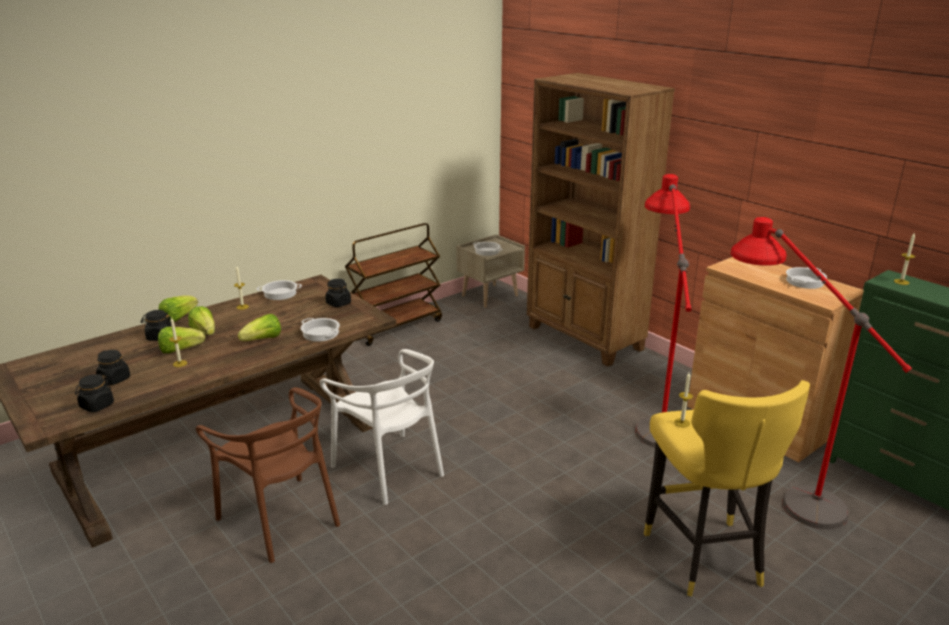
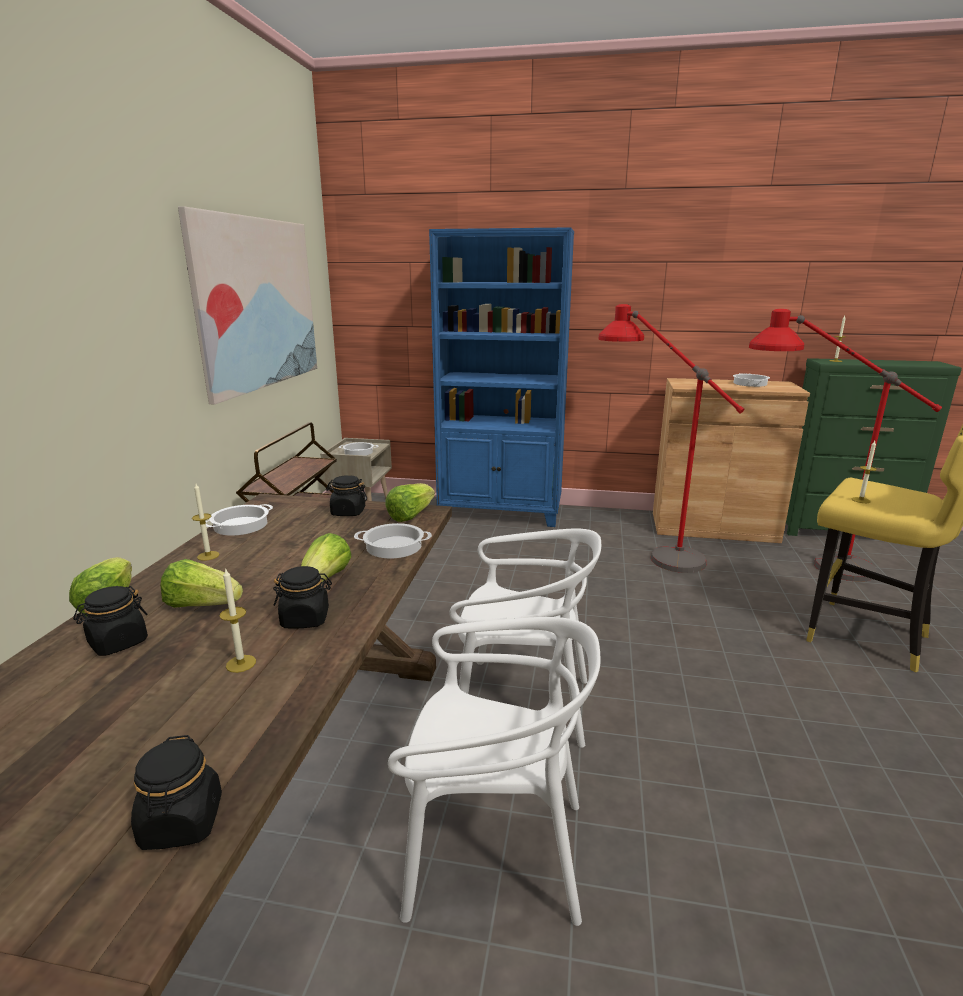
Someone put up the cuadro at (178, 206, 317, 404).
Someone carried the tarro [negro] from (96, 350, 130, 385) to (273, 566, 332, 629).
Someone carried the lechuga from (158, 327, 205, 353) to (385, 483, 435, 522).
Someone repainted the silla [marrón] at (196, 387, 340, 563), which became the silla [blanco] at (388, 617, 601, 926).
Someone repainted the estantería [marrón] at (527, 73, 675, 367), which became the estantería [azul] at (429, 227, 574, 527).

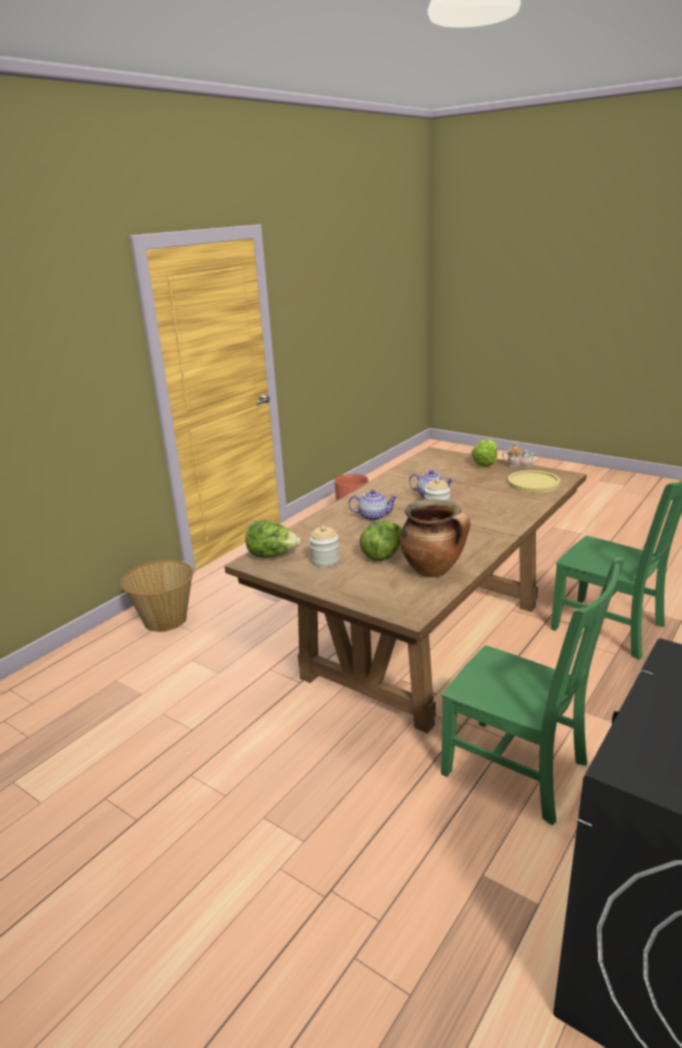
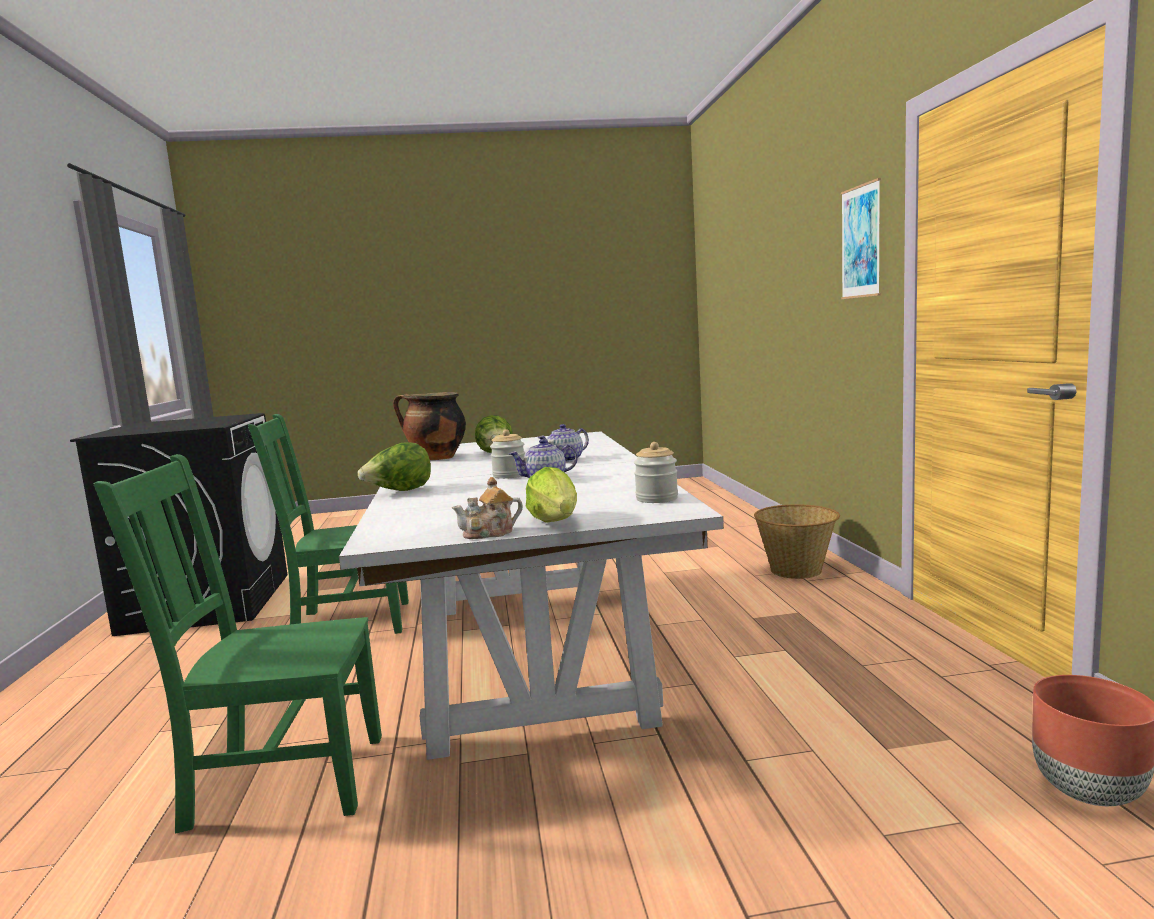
Someone repainted the mesa de comedor [marrón] at (225, 447, 587, 733), which became the mesa de comedor [blanco] at (339, 431, 724, 760).
Someone carried the lechuga from (245, 520, 301, 558) to (358, 442, 431, 491).
Someone carried the tarro from (309, 526, 340, 567) to (634, 442, 678, 503).
Someone put up the cuadro at (841, 178, 881, 299).
Someone took away the plato [amarillo] at (508, 470, 560, 493).

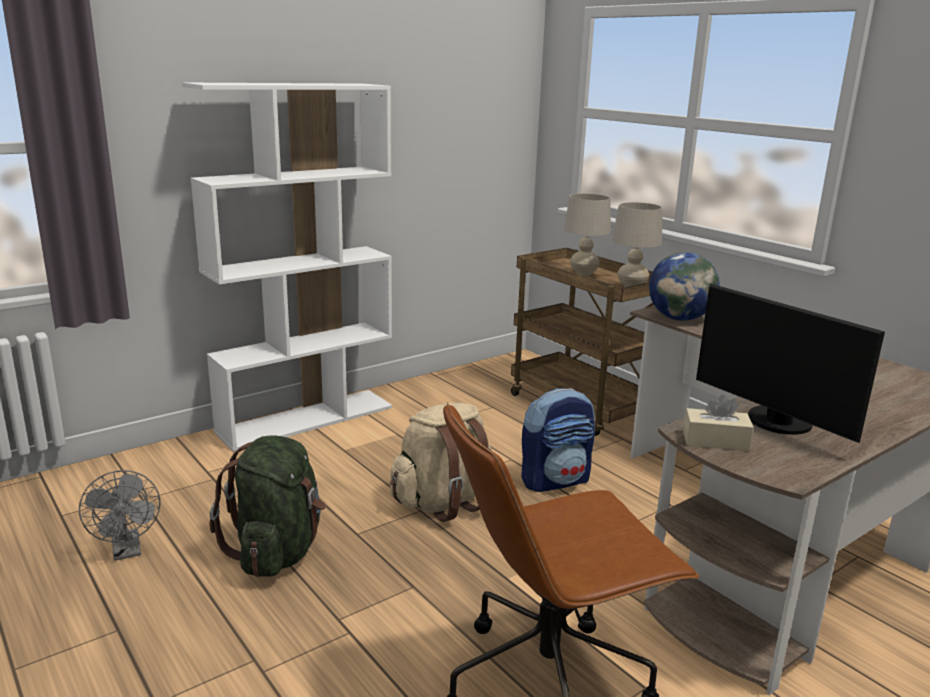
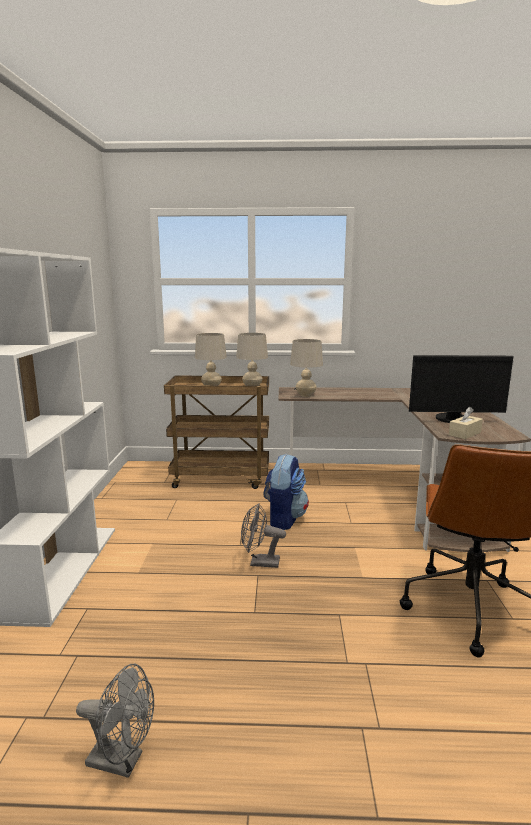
Someone swapped the mochila [beis] at (390, 403, 492, 522) for the ventilador [gris] at (241, 503, 286, 568).
Someone swapped the globo terráqueo at (649, 252, 720, 321) for the lámpara de mesa [beis] at (290, 339, 323, 397).
Someone took away the mochila [verde] at (210, 435, 326, 577).

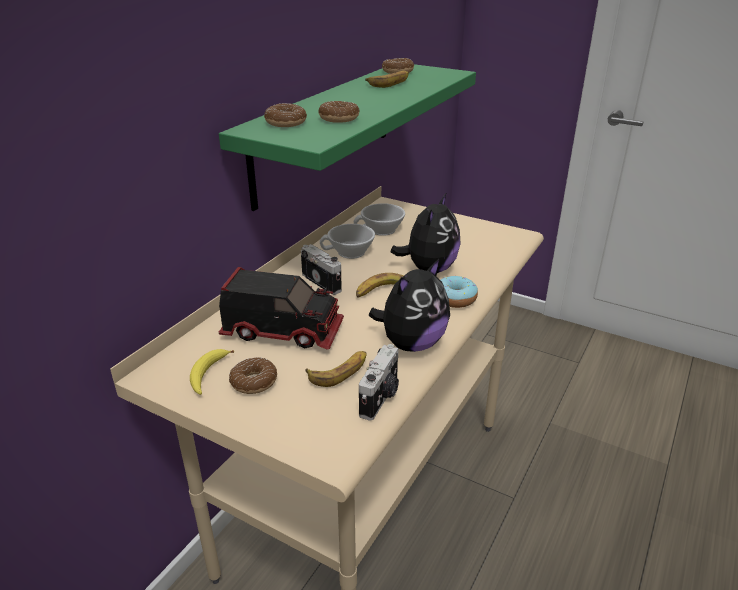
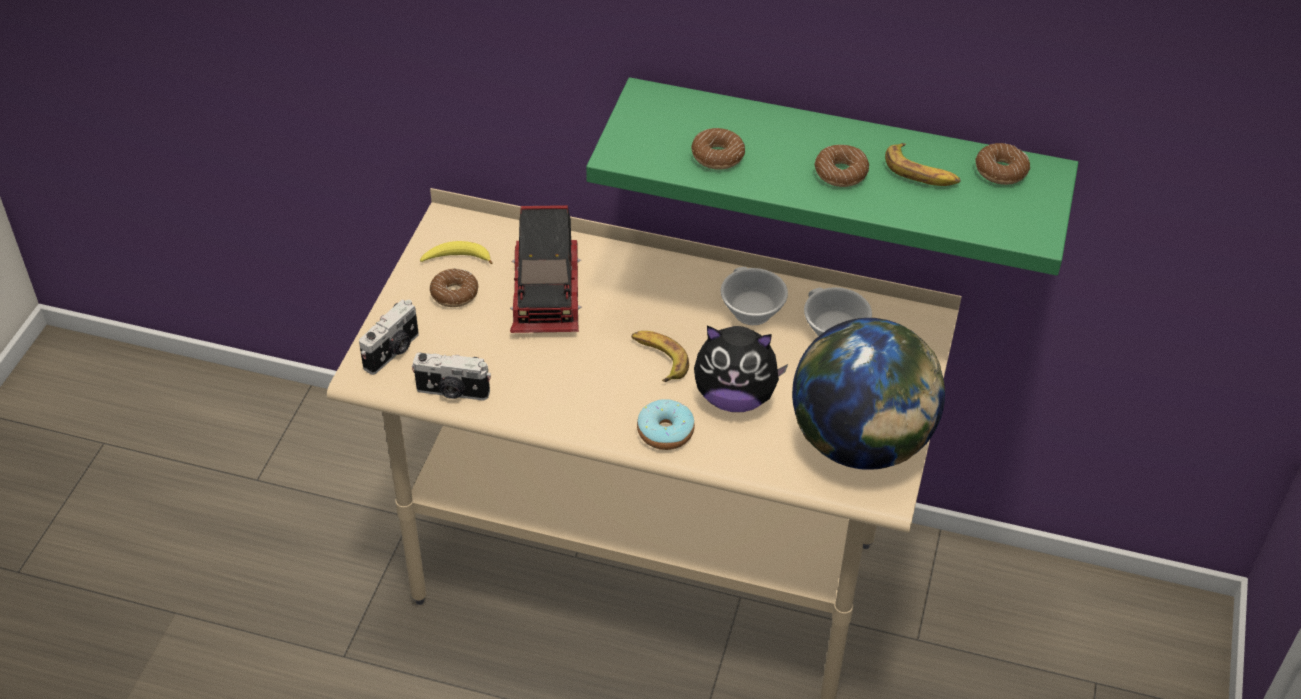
Someone carried the cámara from (301, 244, 342, 295) to (359, 299, 419, 375).
Someone put down the globo terráqueo at (792, 318, 945, 470).
Someone carried the rosquilla from (264, 103, 307, 127) to (814, 145, 869, 187).
Someone took away the plátano at (305, 351, 367, 387).
Someone took away the peluche at (369, 258, 450, 352).

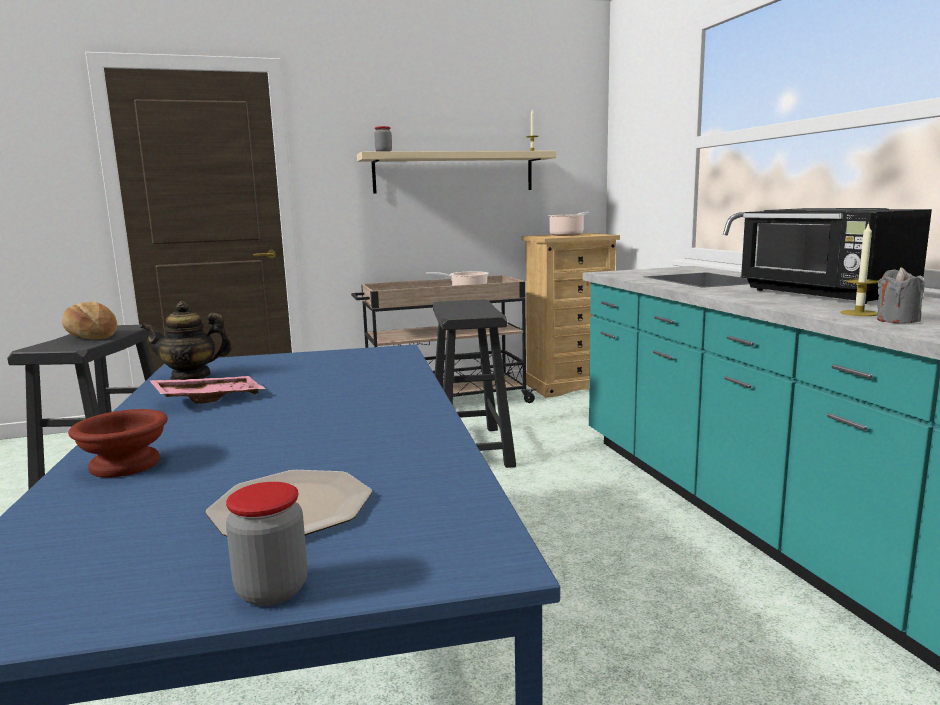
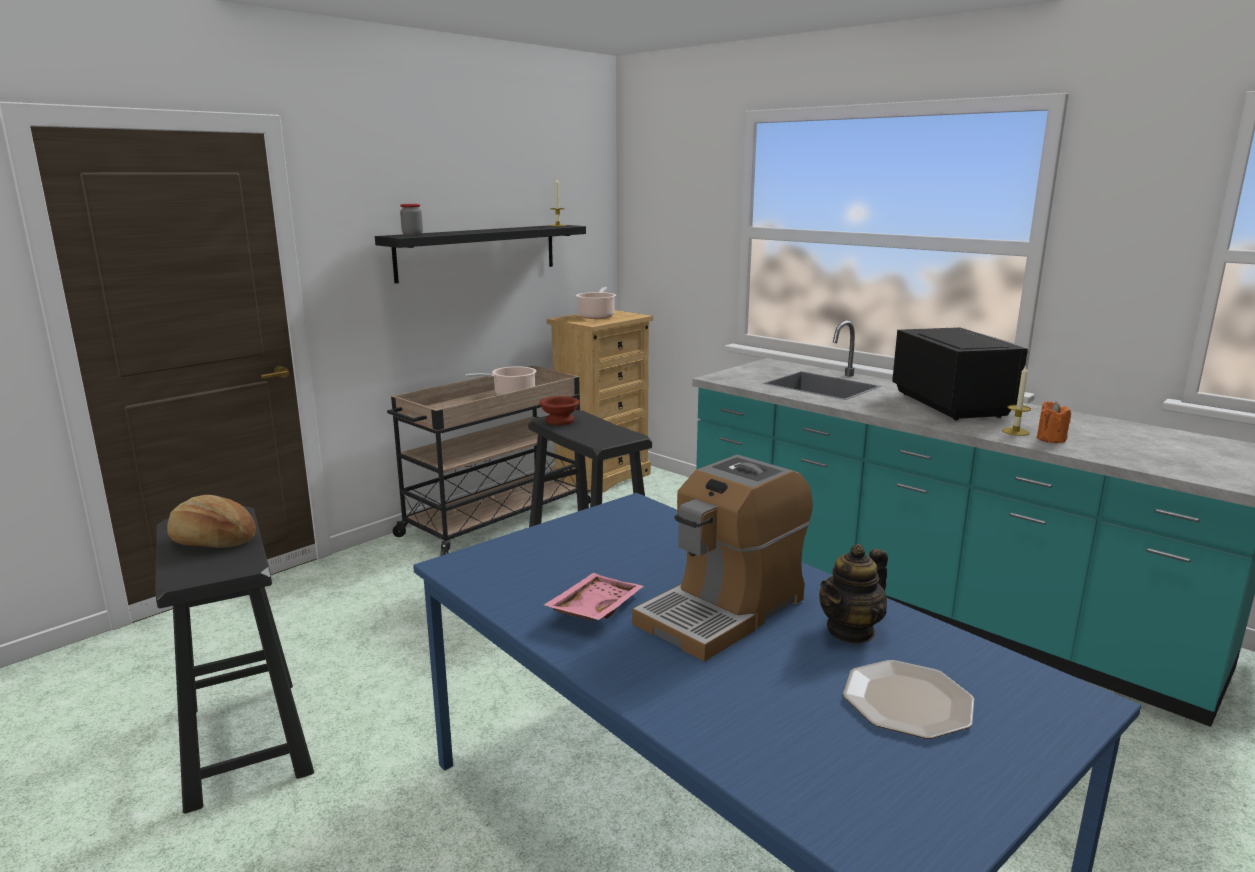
Someone repainted the estante [beis] at (357, 151, 556, 194), which became the estante [negro] at (375, 225, 586, 283).
Someone carried the cuenco [marrón] from (68, 409, 168, 478) to (540, 396, 579, 425).
Someone put down the cafetera at (632, 454, 813, 662).
Someone carried the tetera from (141, 301, 232, 380) to (819, 544, 888, 644).
Someone rotated the microondas [negro] at (741, 208, 932, 304) by 135 degrees counterclockwise.
Someone repainted the vela [gris] at (877, 267, 925, 323), which became the vela [naranja] at (1037, 401, 1071, 443).
Someone took away the tarro at (226, 482, 307, 606).

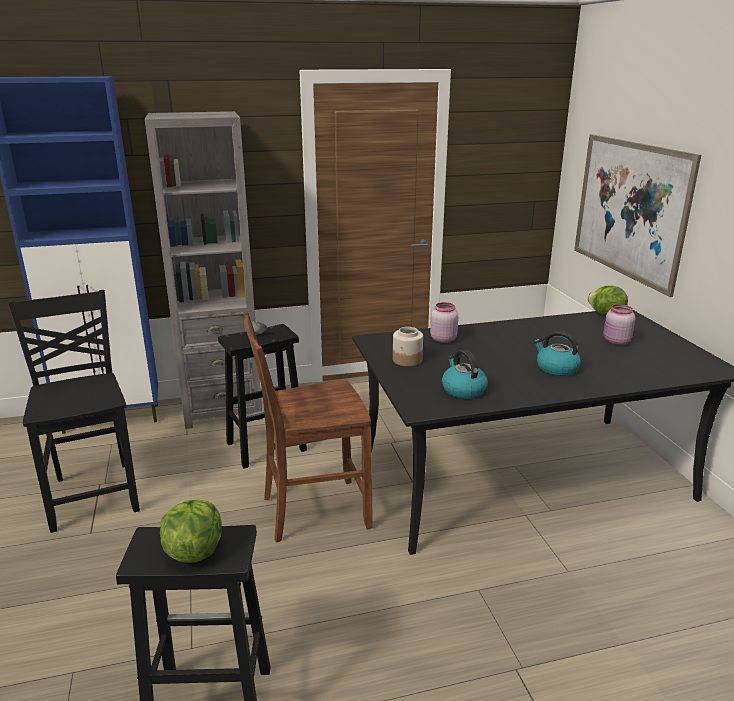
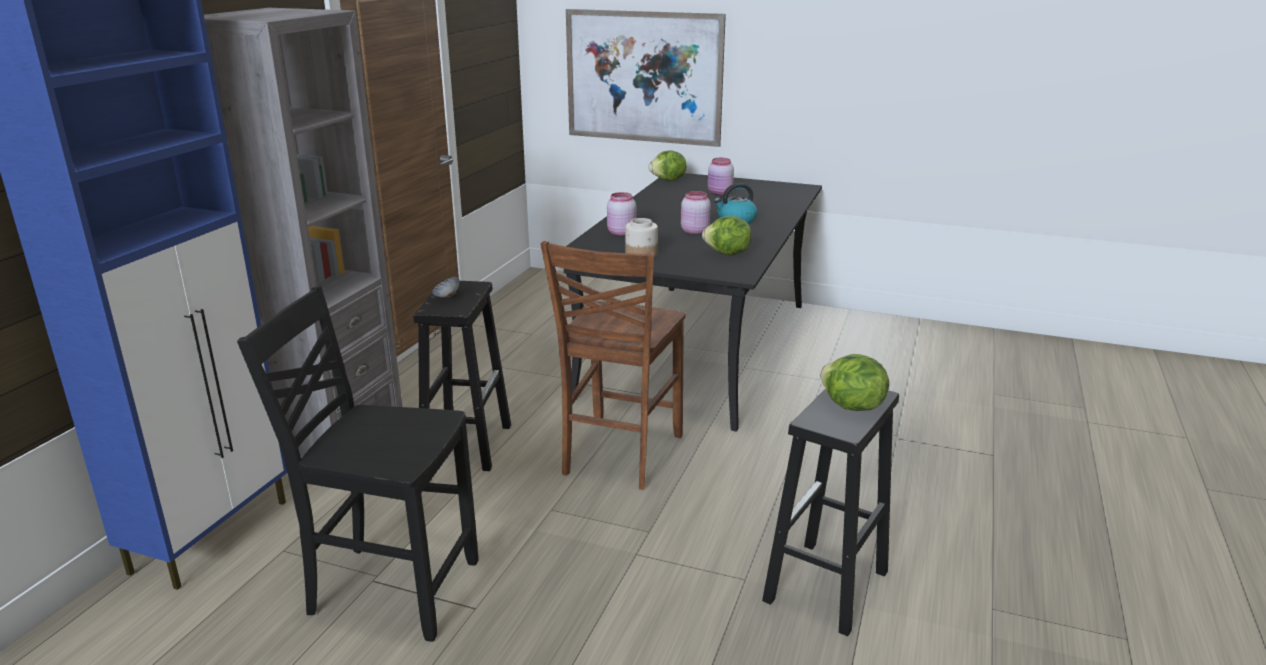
Someone put down the tarro [rosa] at (681, 191, 711, 235).
Someone swapped the hervidor at (442, 350, 488, 399) for the lechuga at (702, 216, 752, 255).

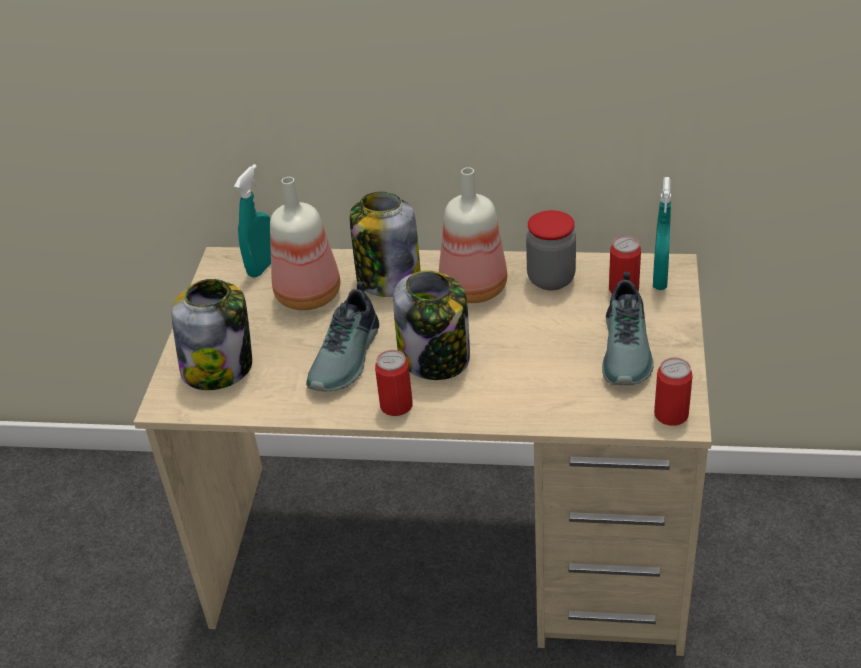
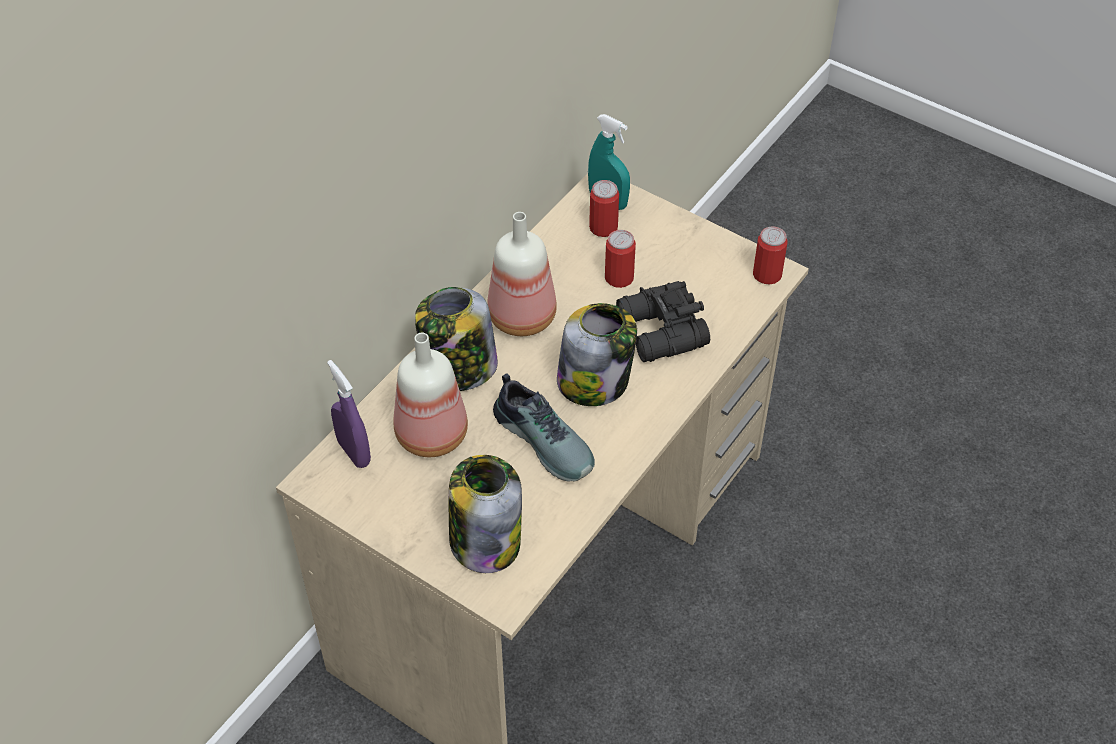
Someone repainted the pulverizador [turquesa] at (234, 164, 271, 278), which became the pulverizador [morado] at (327, 360, 371, 468).
Someone carried the lata from (375, 350, 413, 416) to (605, 230, 636, 288).
Someone put down the prismáticos [negro] at (616, 281, 710, 362).
Someone took away the tarro at (526, 210, 576, 290).
Someone took away the zapato at (602, 272, 654, 385).

